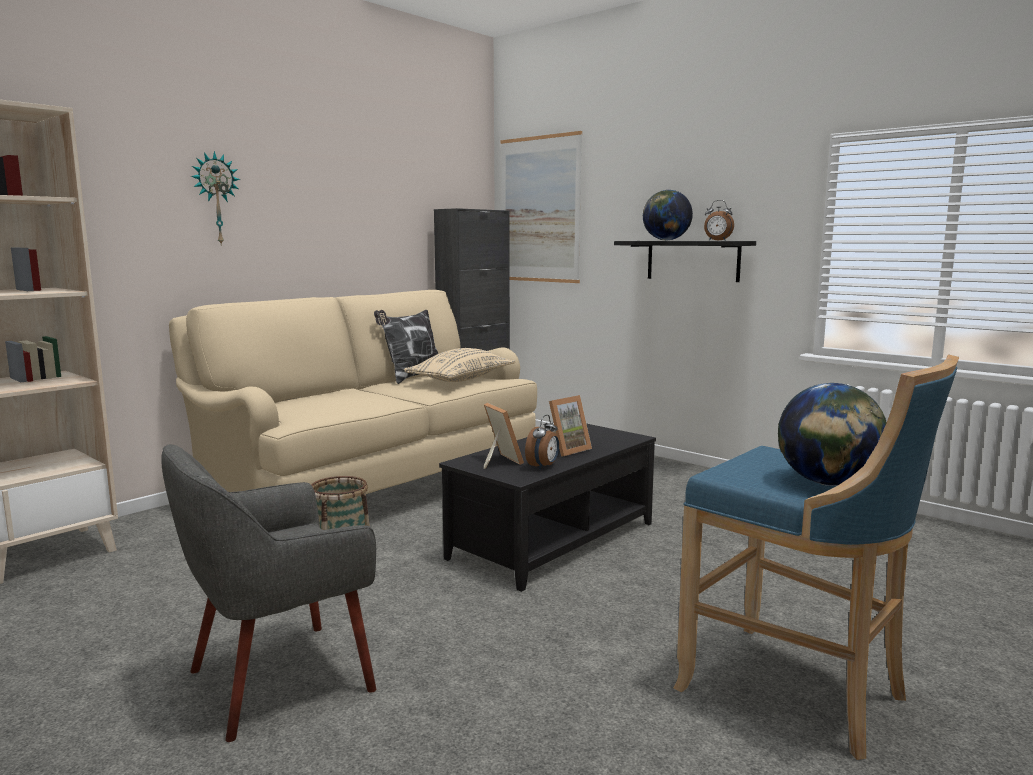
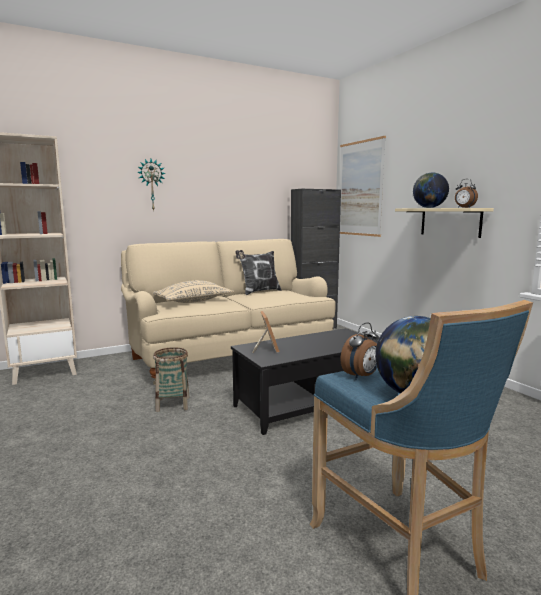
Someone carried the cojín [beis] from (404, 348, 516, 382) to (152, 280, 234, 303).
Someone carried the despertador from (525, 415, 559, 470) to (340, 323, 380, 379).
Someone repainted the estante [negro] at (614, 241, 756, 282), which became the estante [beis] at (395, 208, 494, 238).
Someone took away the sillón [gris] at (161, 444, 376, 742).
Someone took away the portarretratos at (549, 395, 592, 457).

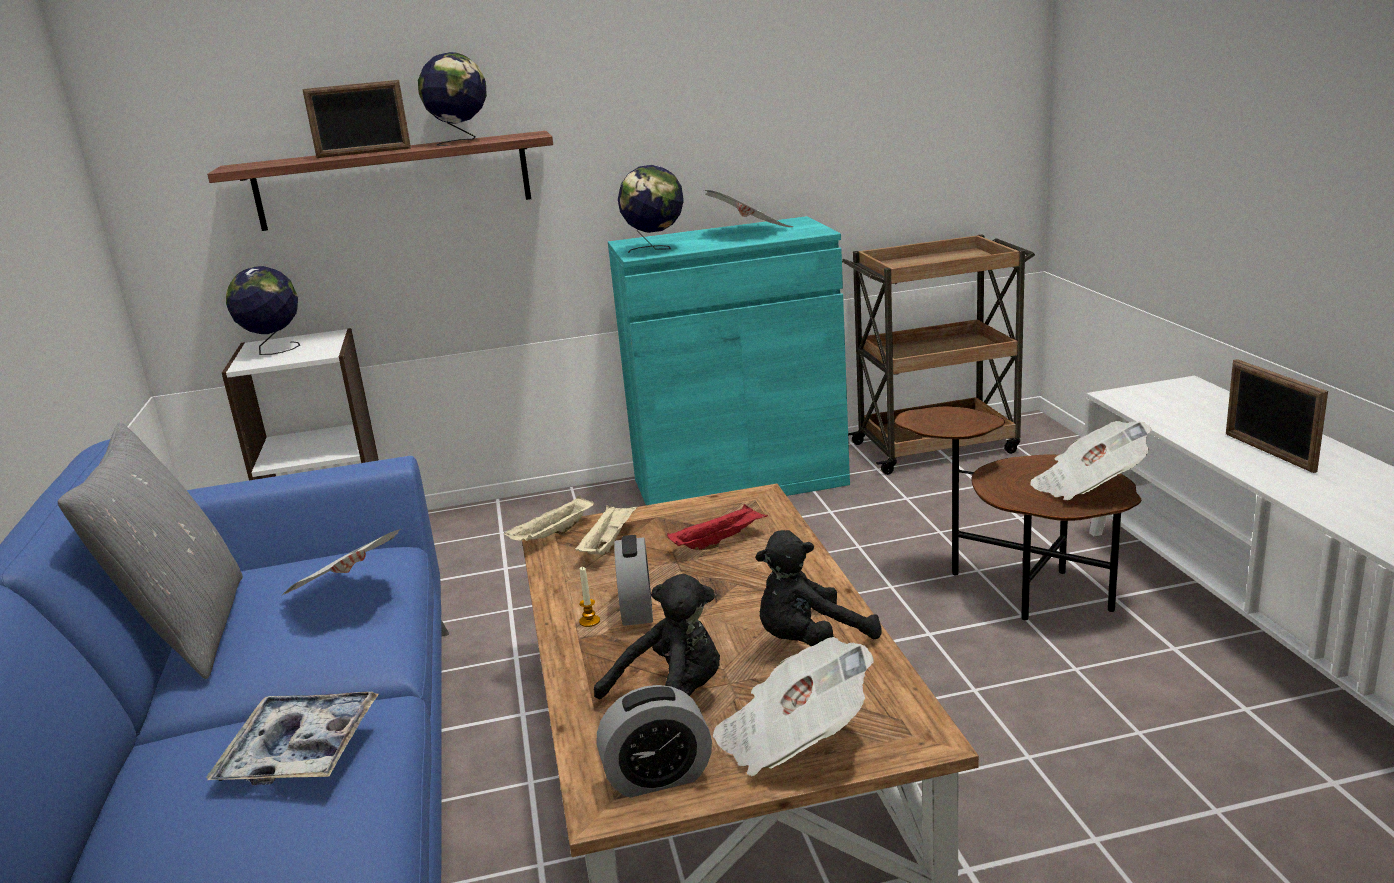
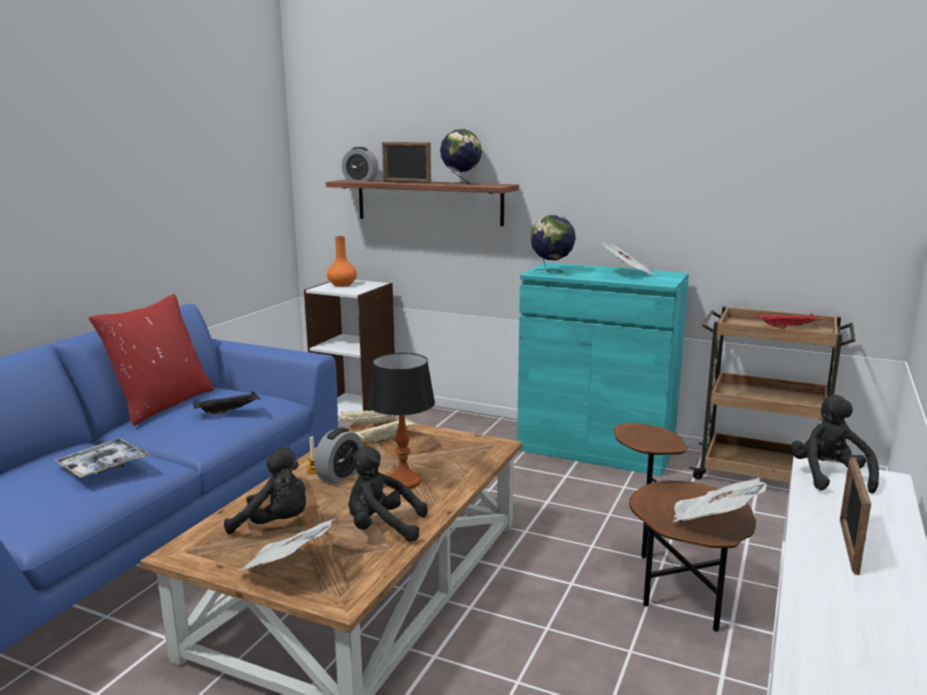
Someone repainted the cojín [gris] at (58, 423, 243, 679), which became the cojín [rojo] at (89, 294, 214, 426).
Someone swapped the periódico at (283, 529, 401, 595) for the bandeja [negro] at (193, 391, 261, 414).
Someone swapped the globo terráqueo at (226, 266, 300, 355) for the florero [naranja] at (327, 236, 357, 287).
Someone carried the despertador from (597, 685, 712, 798) to (342, 147, 378, 181).
Someone put down the lámpara de mesa at (368, 353, 435, 489).
Someone carried the bandeja [rojo] from (667, 504, 768, 550) to (757, 314, 821, 329).
Someone put down the peluche [negro] at (791, 394, 879, 494).

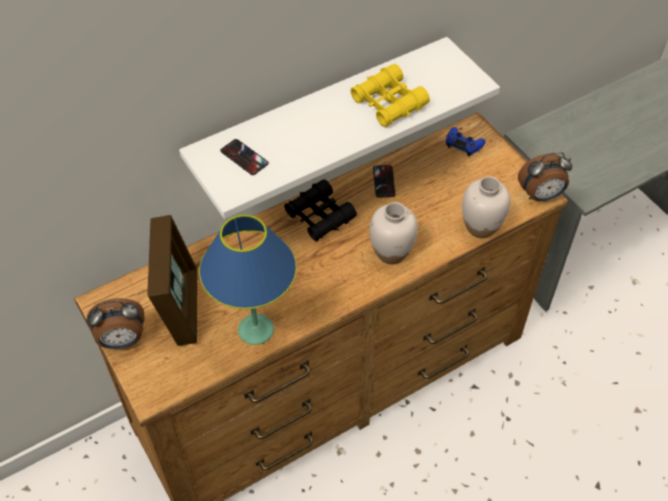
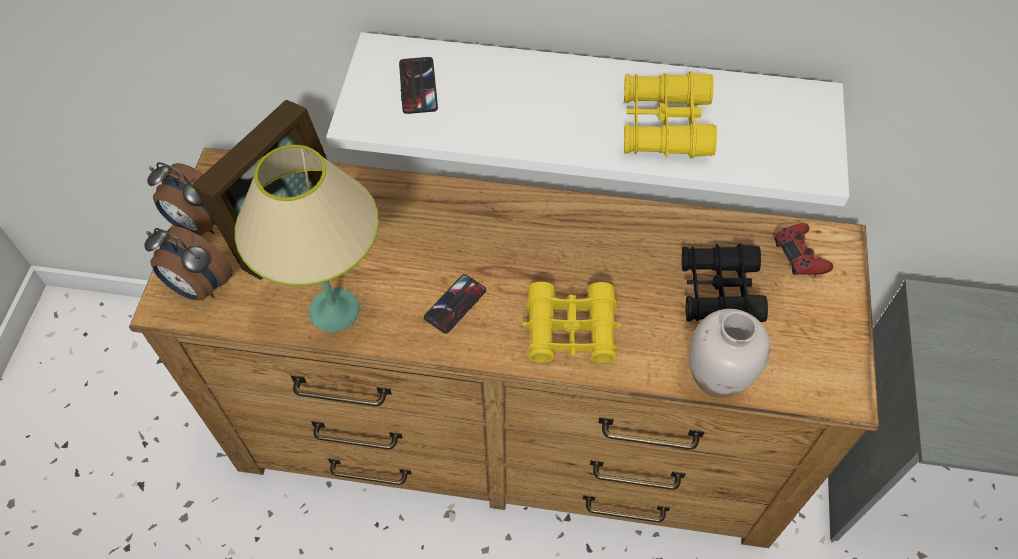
Someone carried the despertador from (518, 152, 572, 201) to (144, 226, 233, 300).
Someone repainted the lámpara de mesa [azul] at (199, 215, 297, 345), which became the lámpara de mesa [beis] at (235, 145, 379, 332).
Someone carried the móvil from (373, 165, 396, 197) to (424, 274, 486, 334).
Someone swapped the florero [blanco] at (369, 202, 418, 264) for the prismáticos [amarillo] at (522, 282, 622, 363).
Someone carried the prismáticos [negro] from (284, 179, 357, 242) to (682, 244, 768, 322).
Someone repainted the mando de consola [azul] at (446, 127, 485, 156), which became the mando de consola [rojo] at (775, 223, 833, 275).

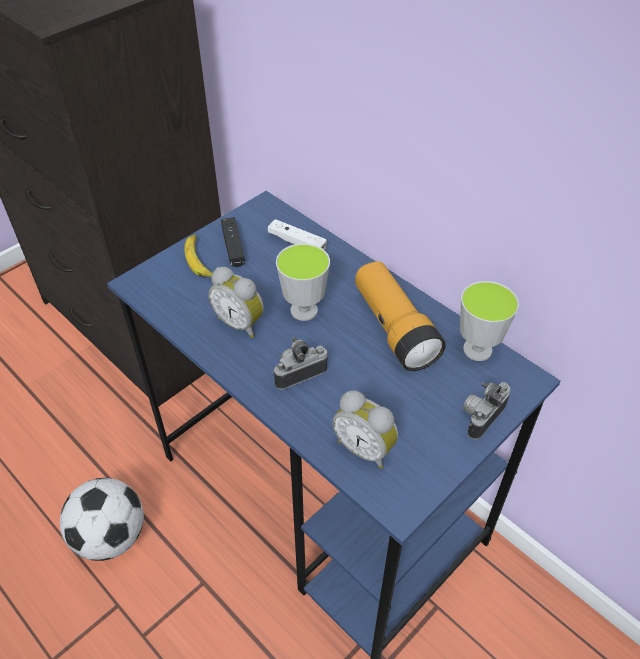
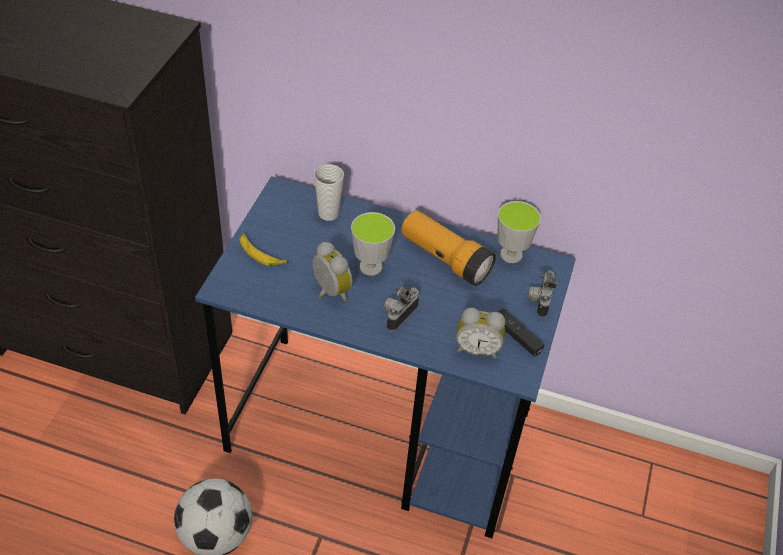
Someone rotated the despertador at (208, 267, 264, 338) by 135 degrees counterclockwise.
Someone swapped the mando de consola [blanco] at (268, 219, 327, 250) for the taza at (314, 164, 344, 221).
Someone carried the mando de consola [negro] from (221, 217, 245, 267) to (498, 308, 545, 357).

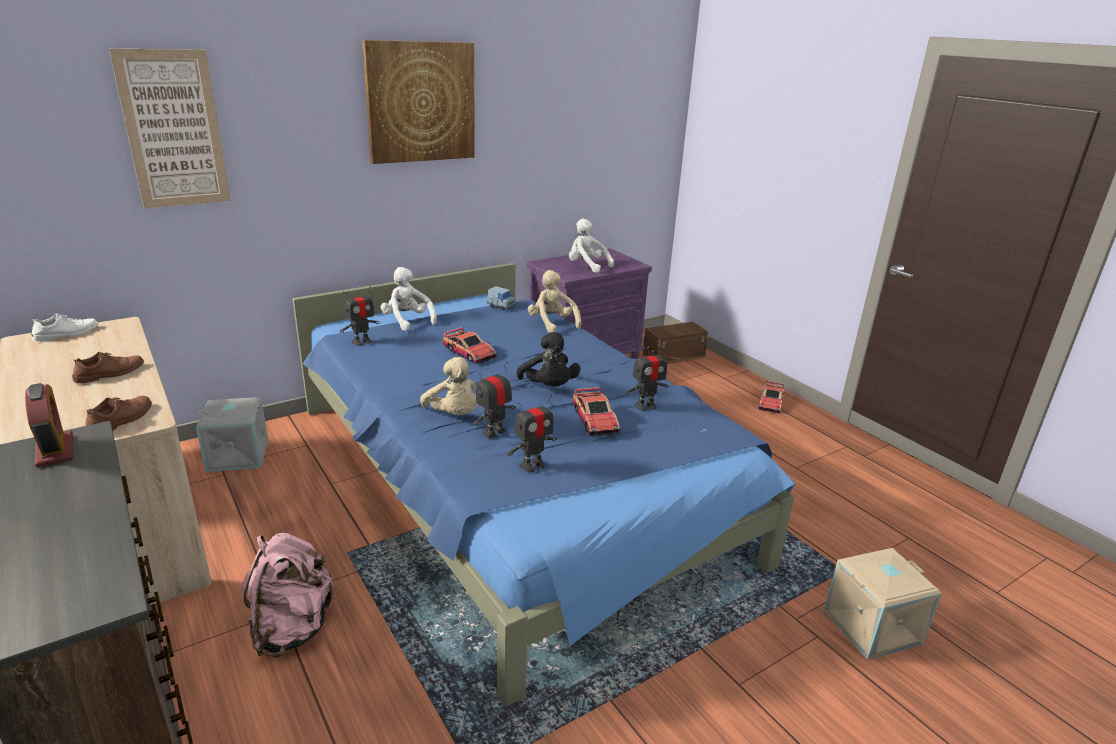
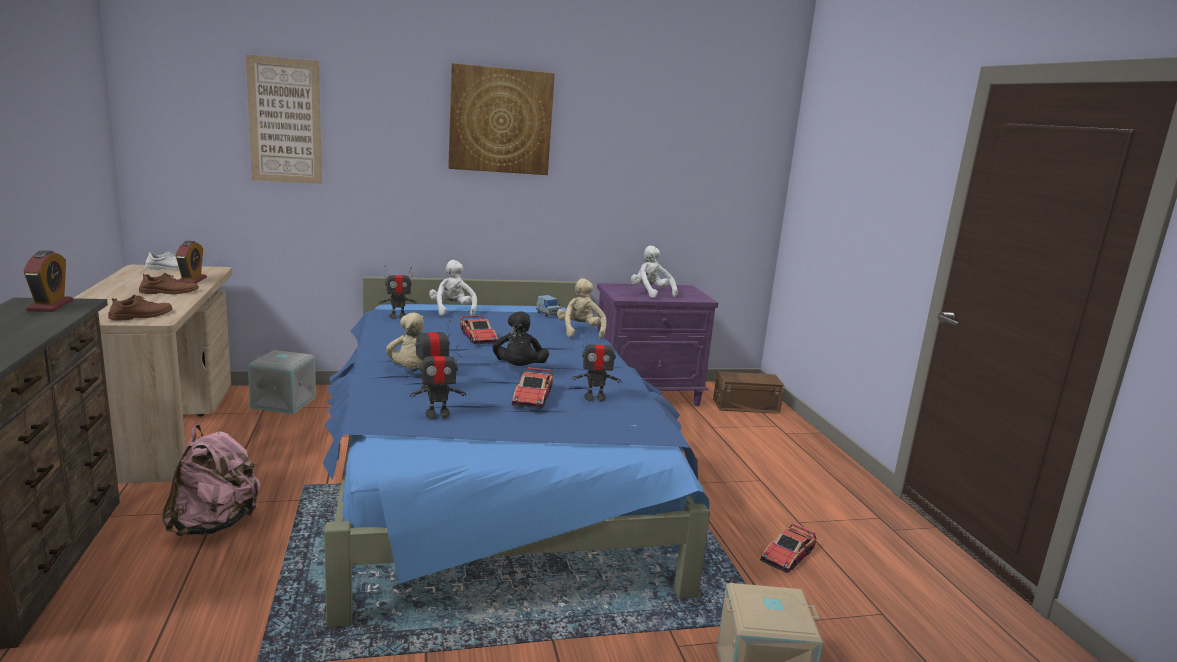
Someone put down the despertador at (176, 241, 207, 283).
Someone carried the coche de juguete from (758, 381, 784, 413) to (760, 523, 817, 573).

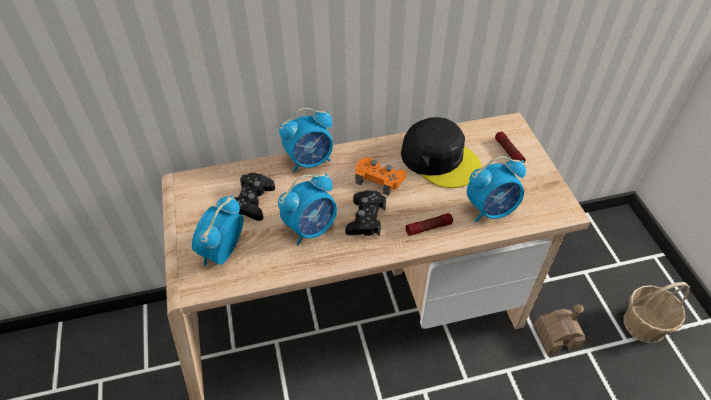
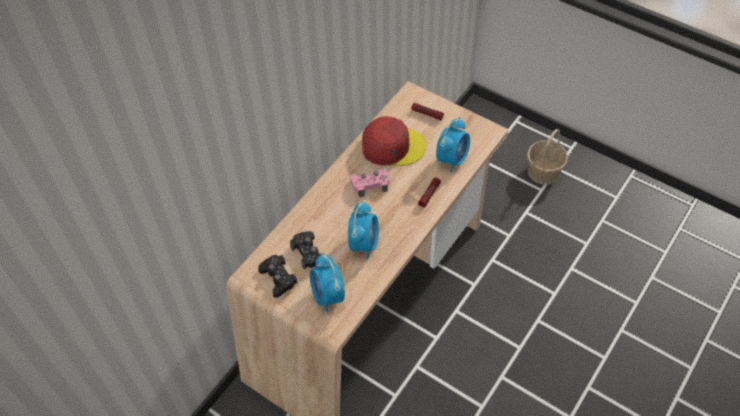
Someone carried the mando de consola [negro] from (345, 190, 386, 236) to (258, 255, 298, 298).
Someone repainted the mando de consola [naranja] at (355, 157, 406, 196), which became the mando de consola [rosa] at (350, 169, 390, 197).
Someone repainted the gorra [negro] at (401, 117, 481, 188), which became the gorra [rojo] at (362, 116, 427, 166).
Someone took away the despertador at (279, 108, 333, 172).
Someone took away the casita at (534, 304, 585, 355).

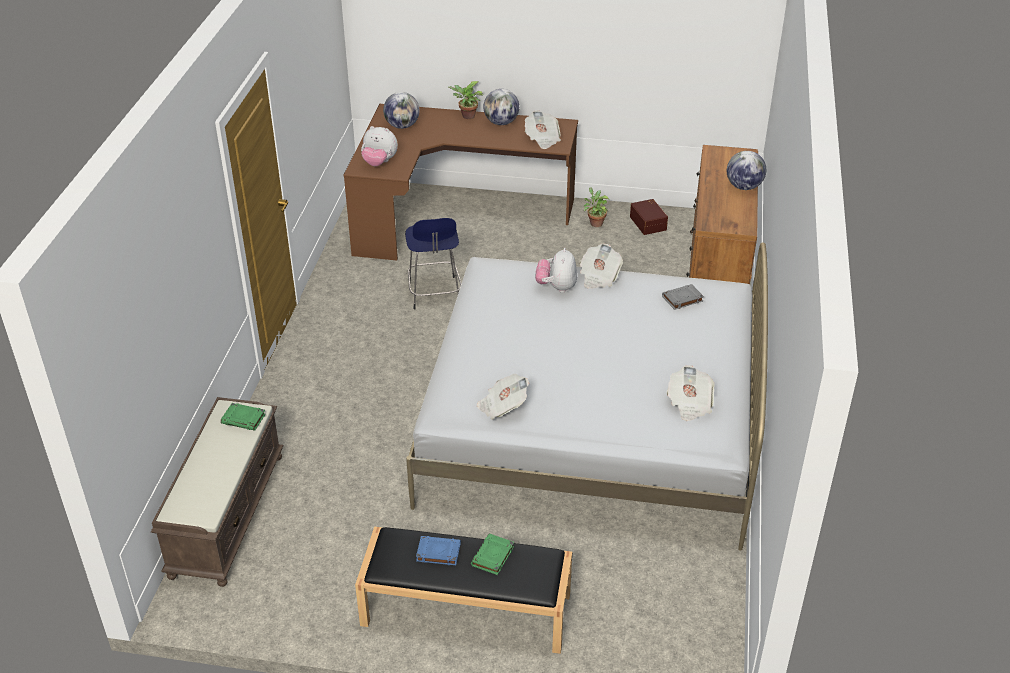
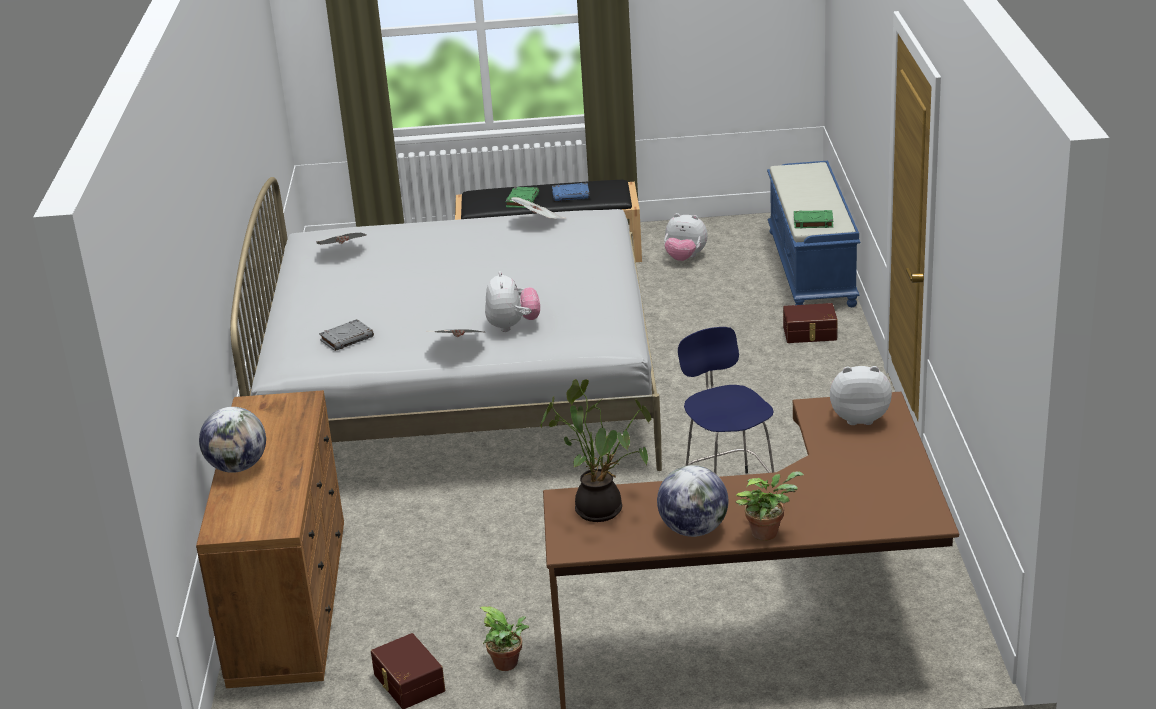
Someone swapped the periódico at (525, 110, 561, 149) for the planta en maceta at (540, 379, 651, 522).
Someone put down the peluche at (664, 213, 708, 261).
Someone repainted the banco [marrón] at (151, 397, 284, 587), which became the banco [azul] at (767, 161, 861, 307).
Someone put down the caja de almacenaje [marrón] at (783, 303, 838, 343).
Someone took away the globo terráqueo at (383, 92, 420, 129).

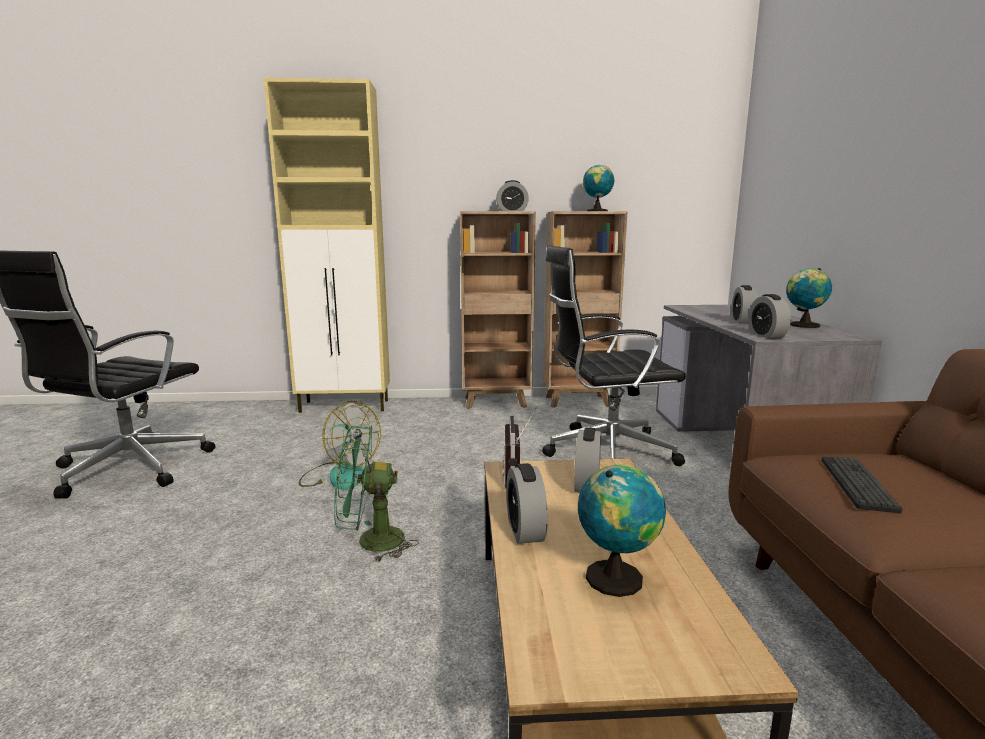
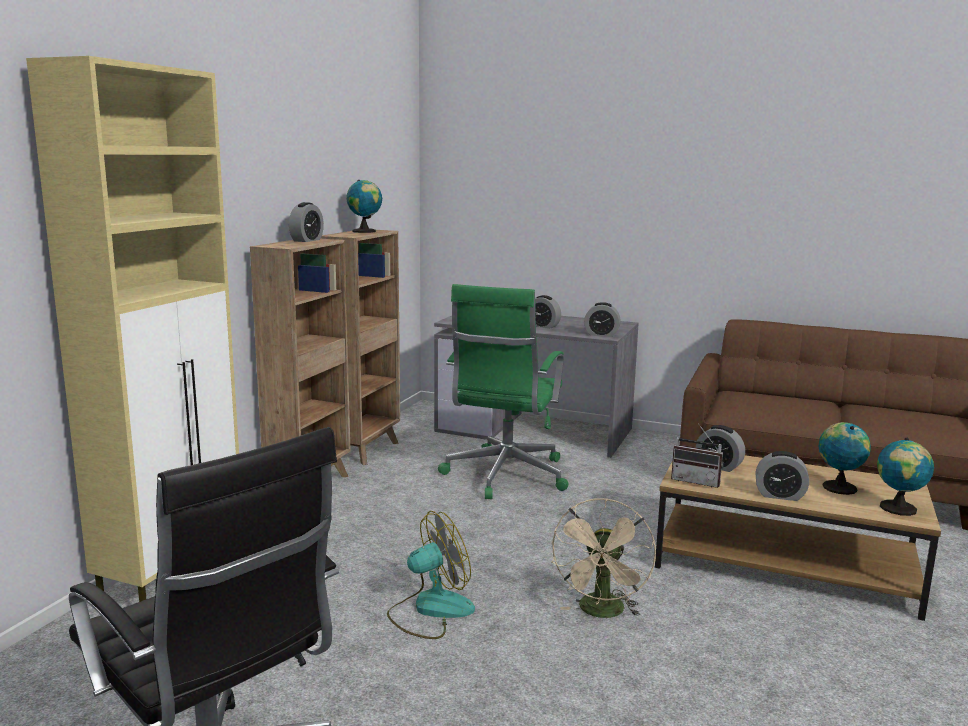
Someone repainted the silla de oficina [negro] at (542, 245, 686, 466), which became the silla de oficina [verde] at (438, 284, 568, 499).
Someone repainted the ventilador [verde] at (334, 425, 419, 563), which became the ventilador [beis] at (551, 498, 656, 618).
Someone carried the globo terráqueo from (786, 268, 832, 328) to (877, 438, 934, 516).
Someone took away the teclado at (821, 456, 903, 514).

